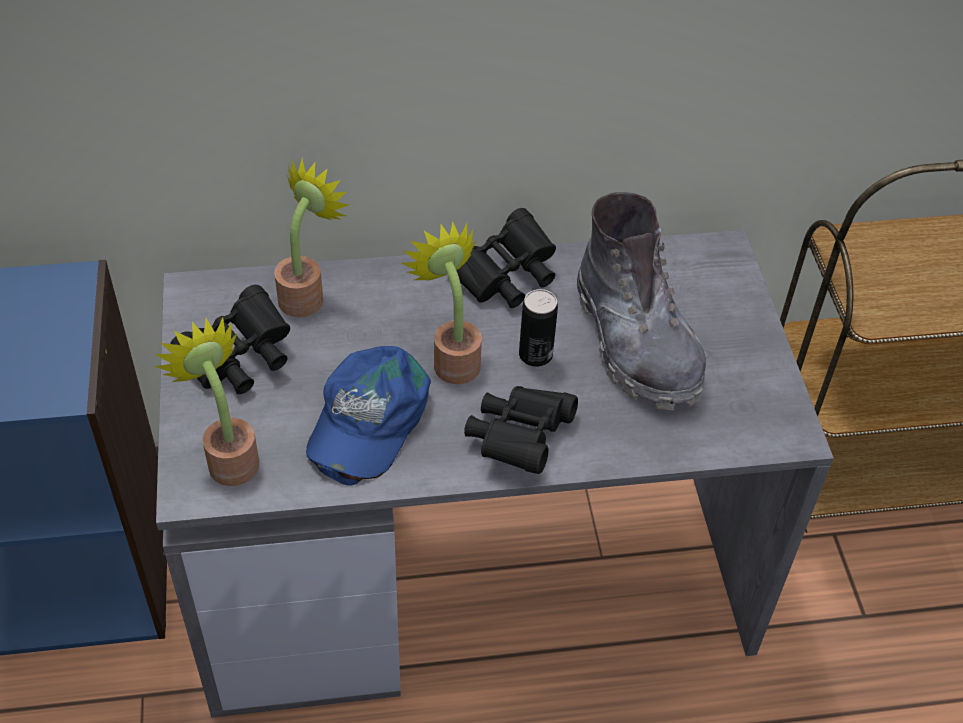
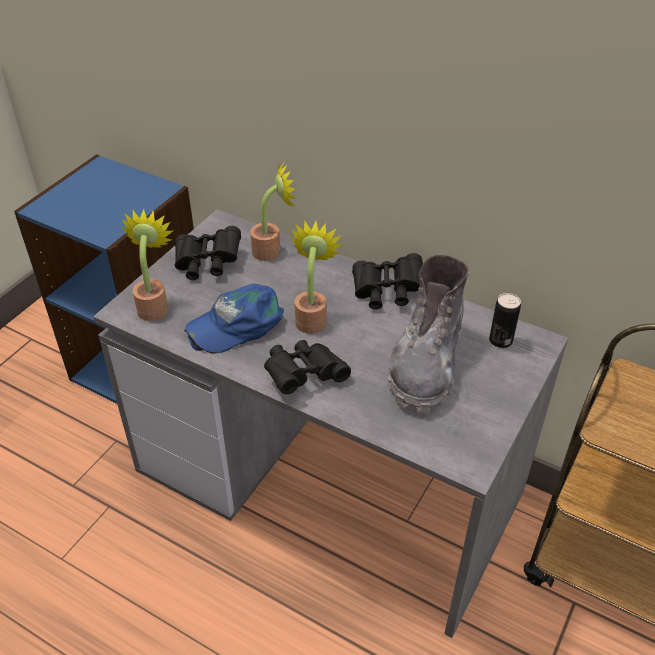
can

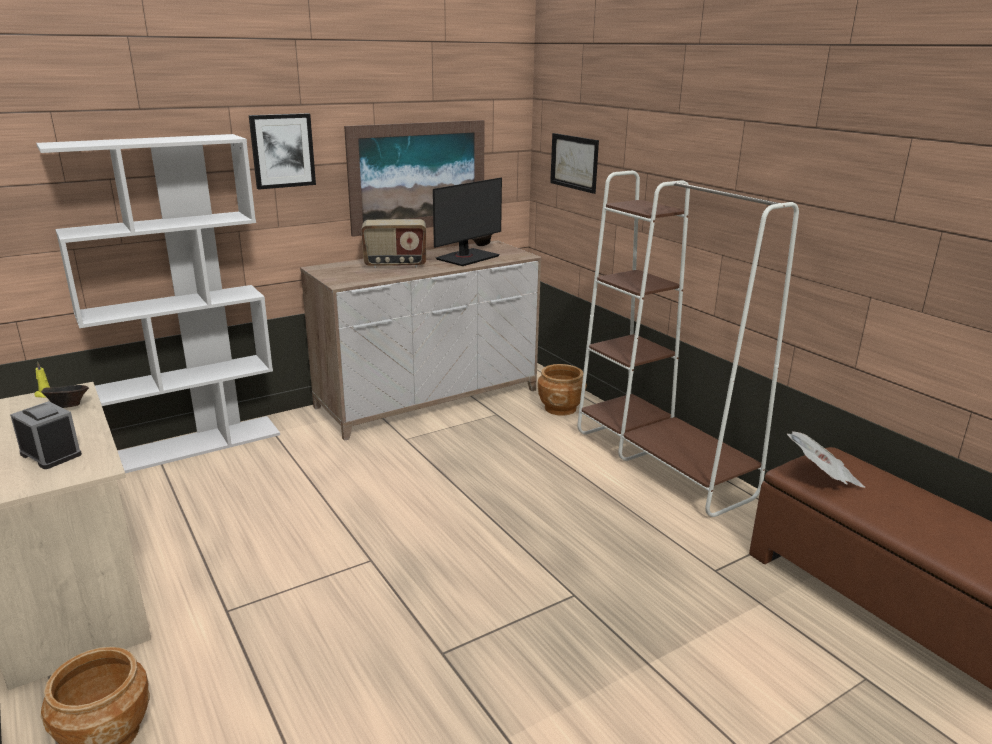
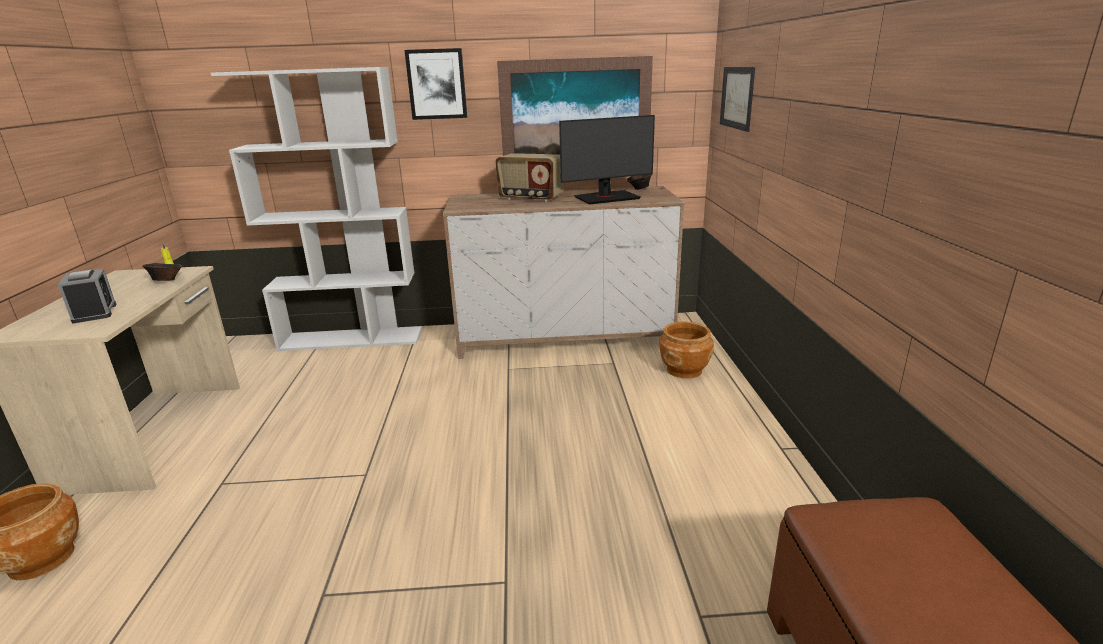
brown clothes rack; newspaper

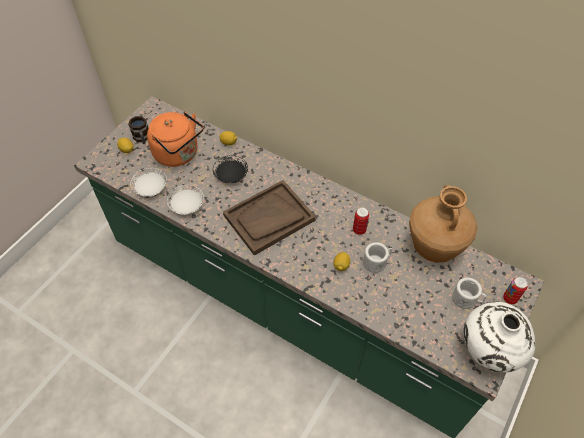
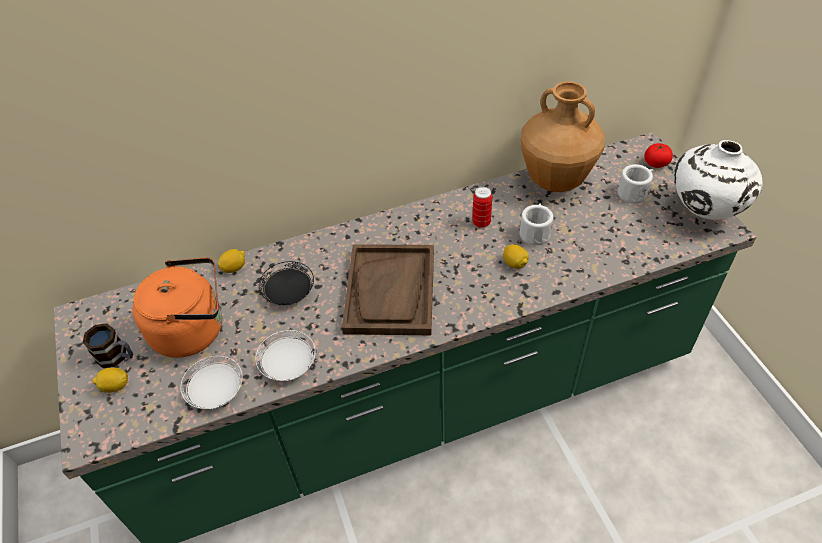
tomato

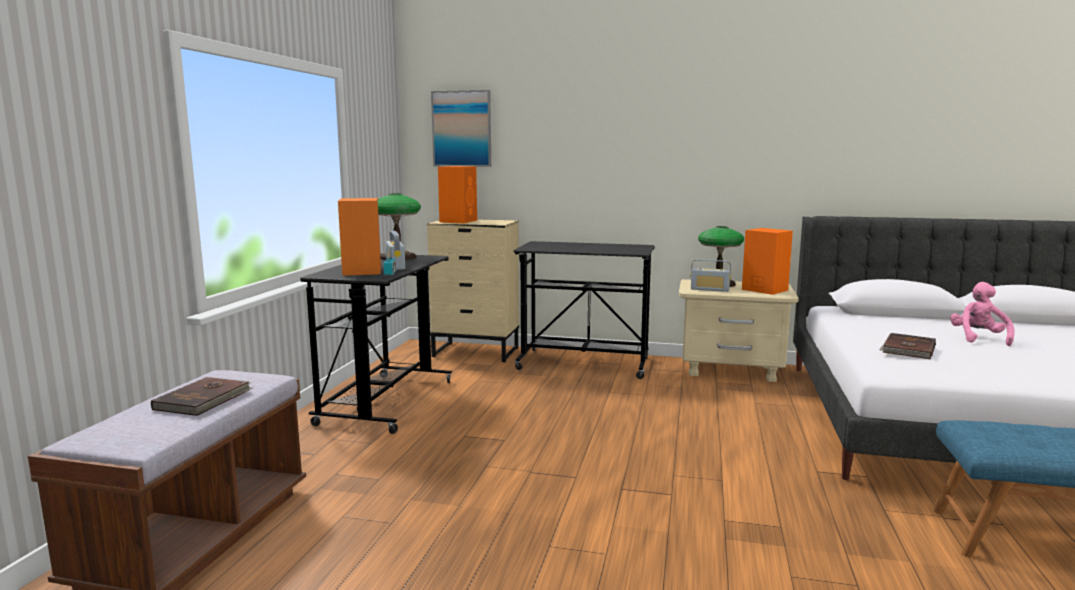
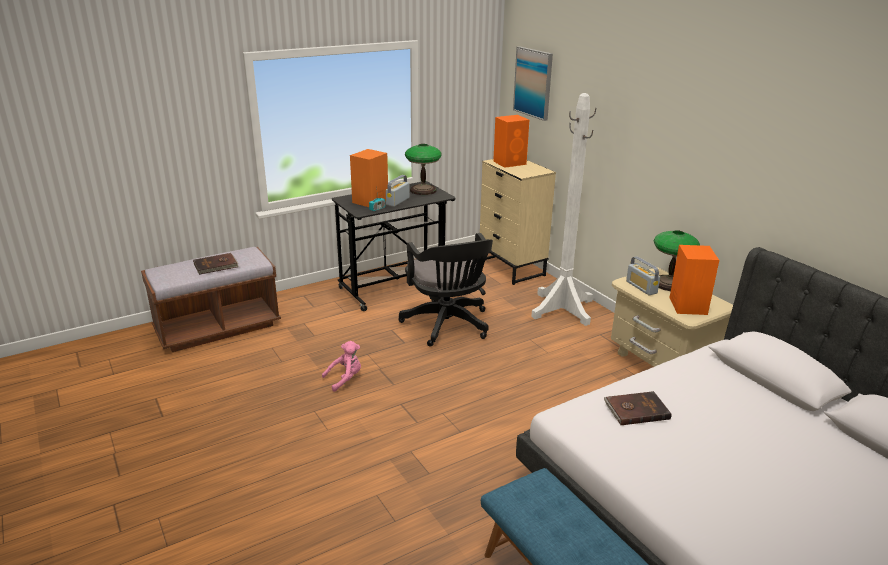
white clothes rack; pink plush toy; black office chair

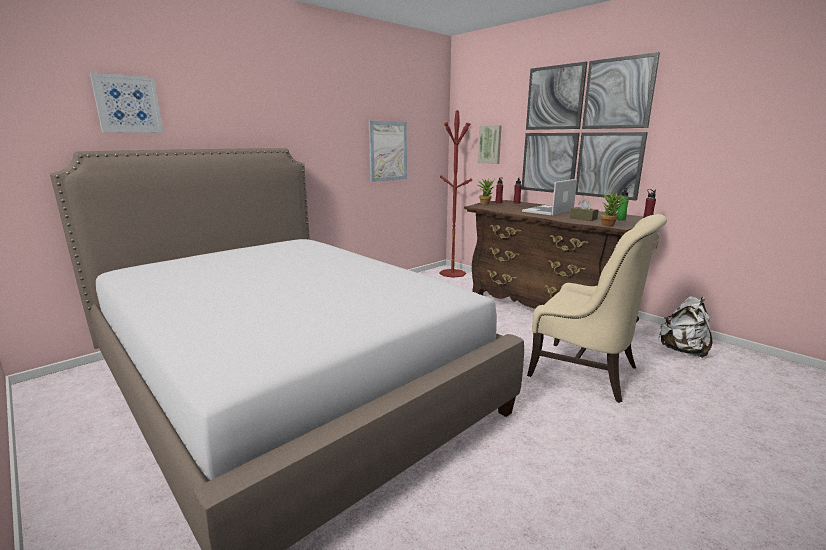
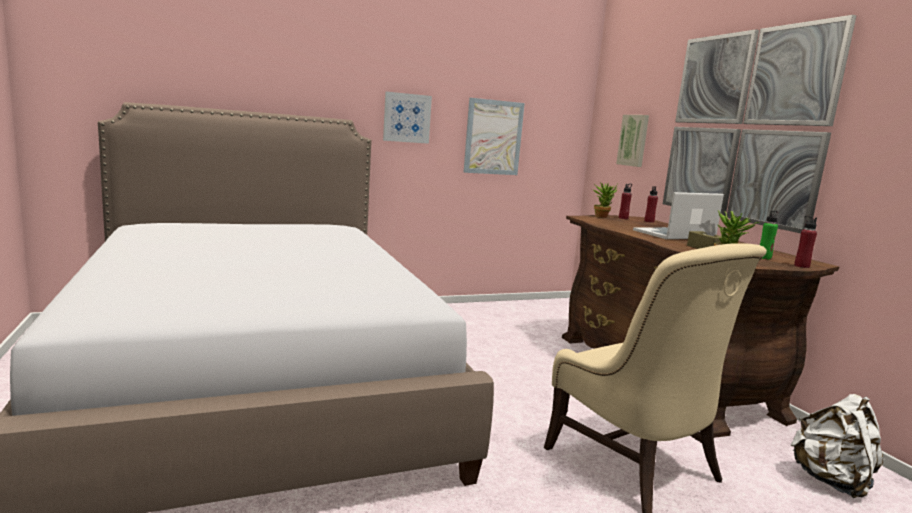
picture (no. 1 from left); red clothes rack

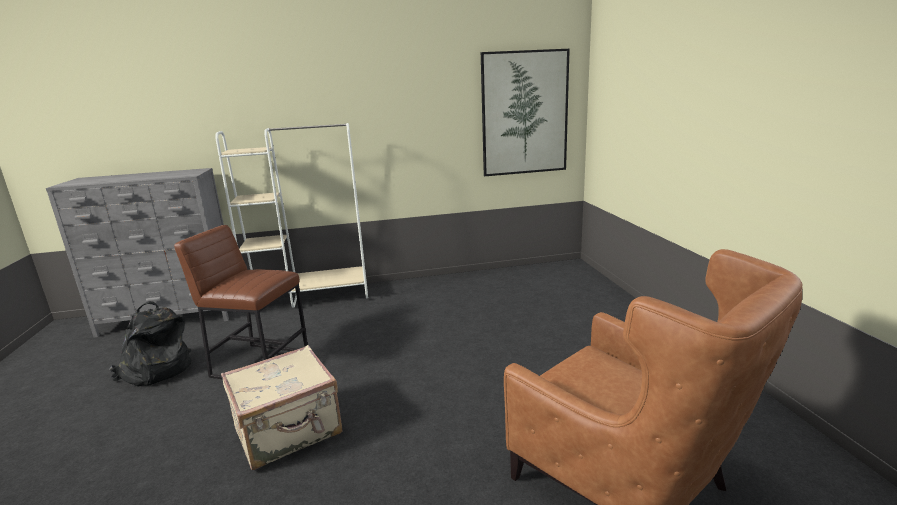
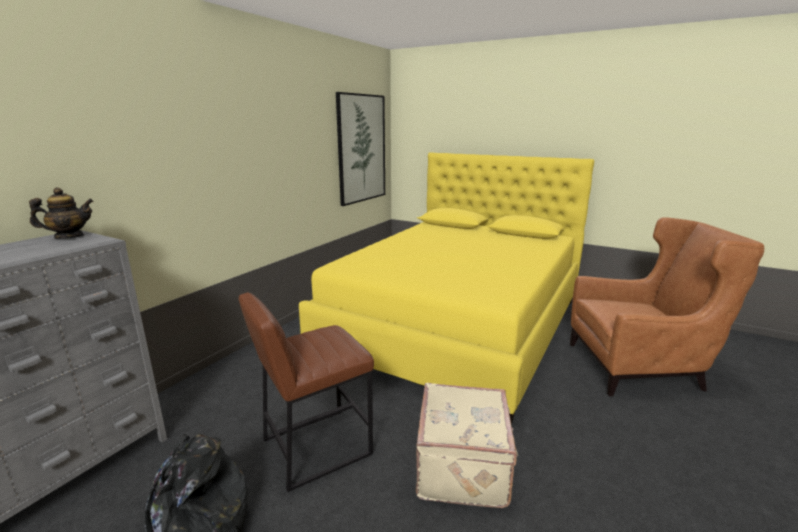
beige clothes rack; yellow bed; teapot

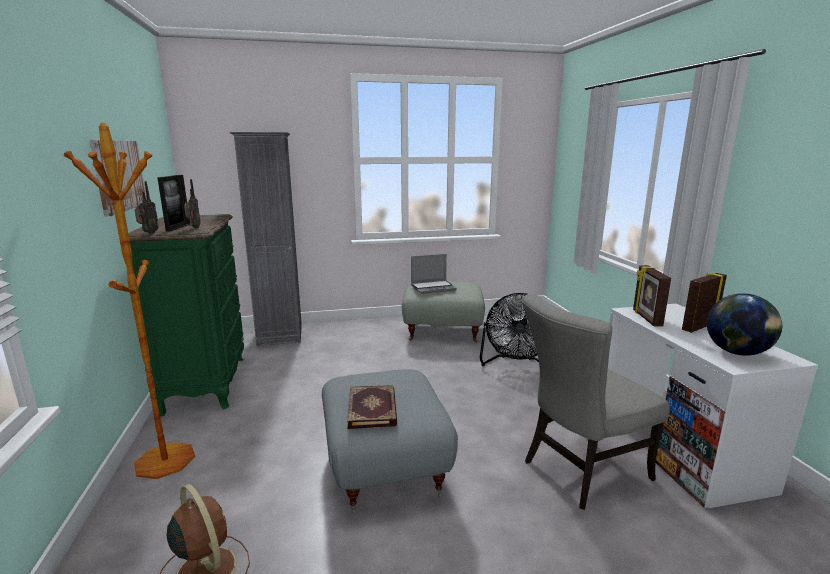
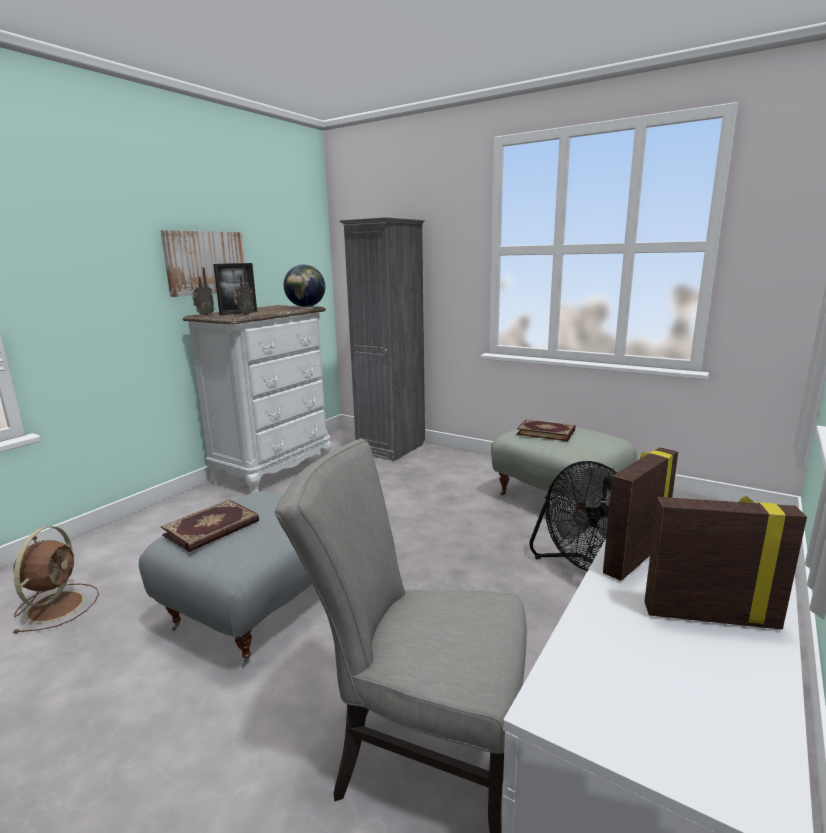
orange clothes rack; white dresser; book (no. 2 from left); globe

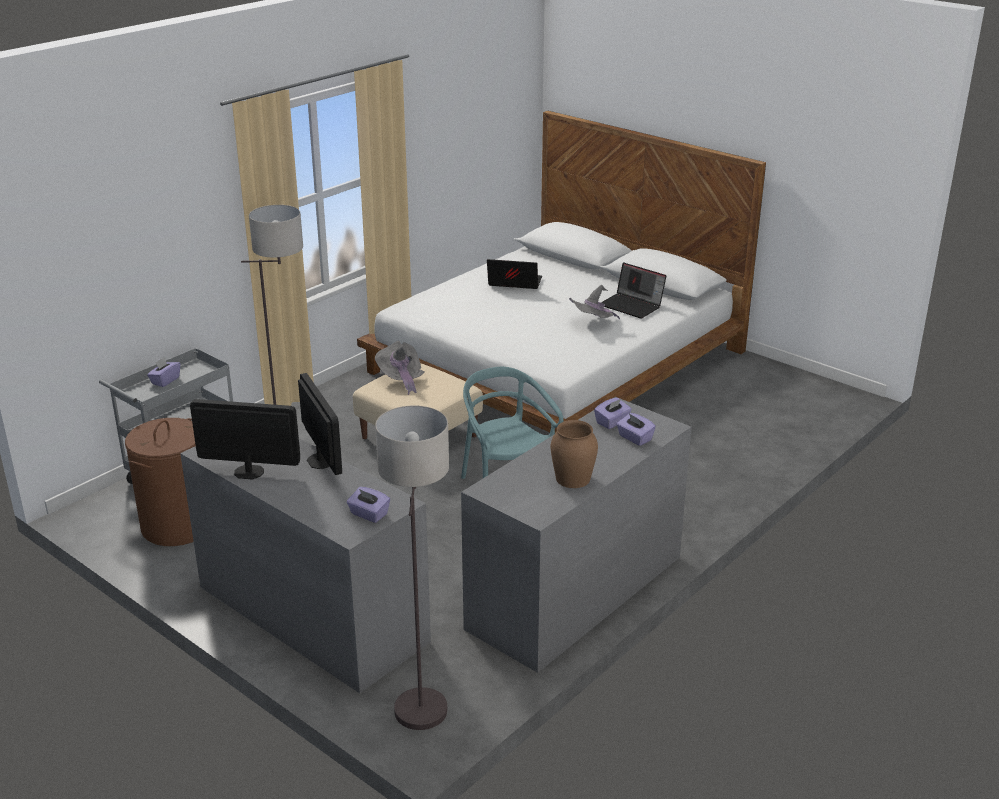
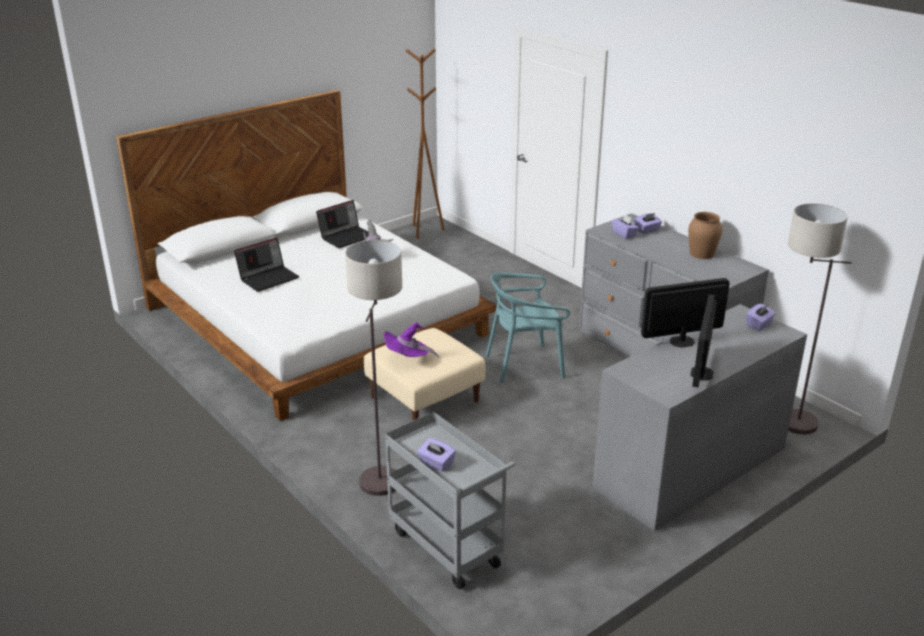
laptop (no. 1 from left); purple hat; brown laundry basket; brown clothes rack

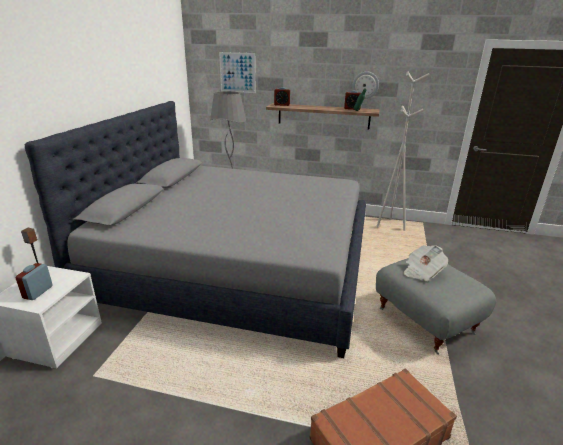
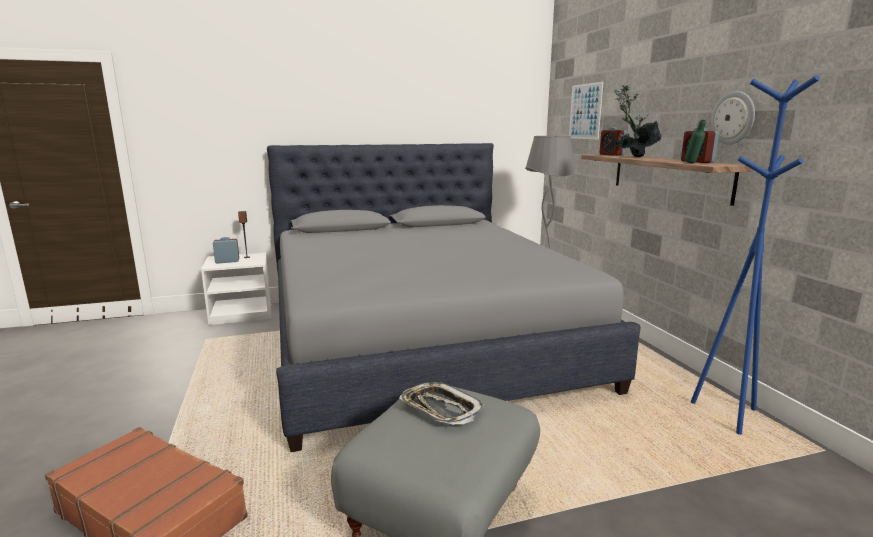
blue clothes rack; tray; potted plant

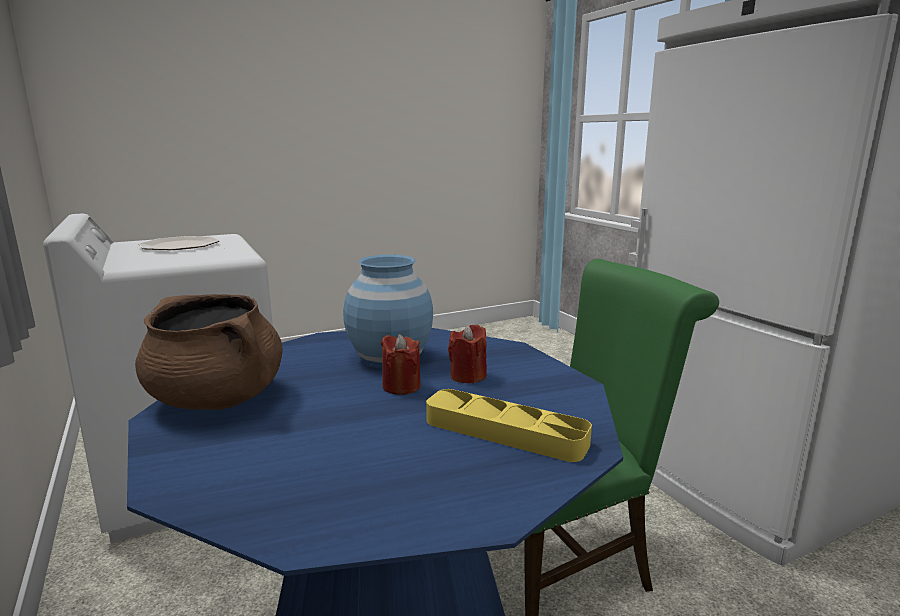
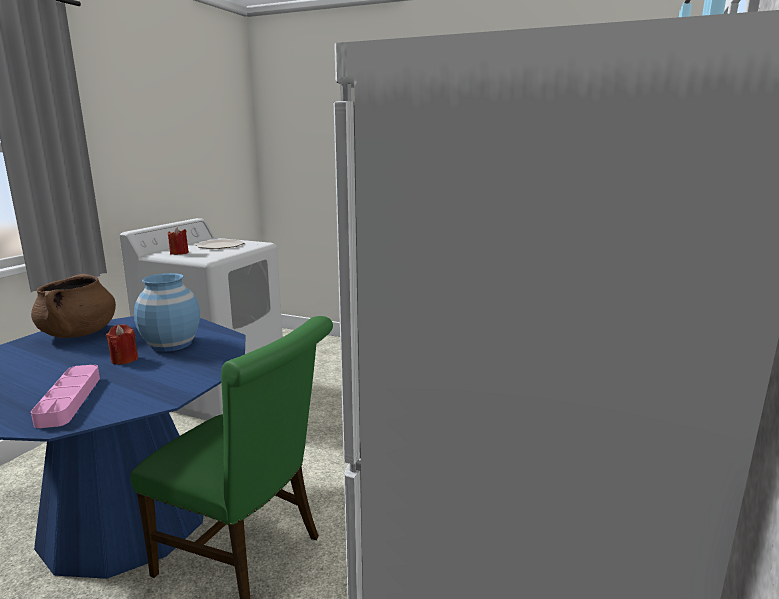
red candle (no. 2 from left); pink tray

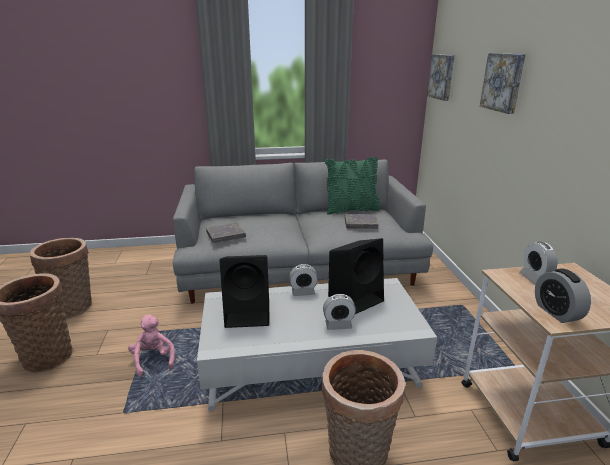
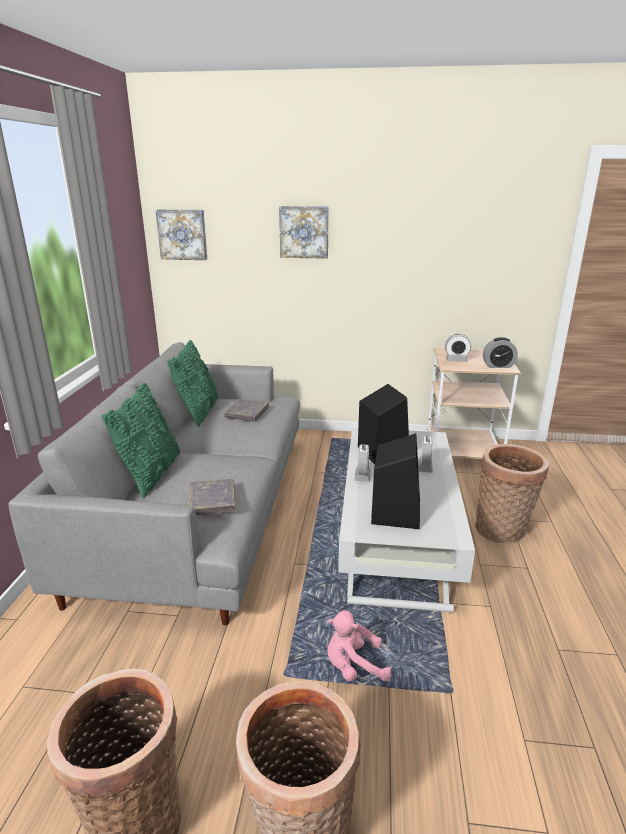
green pillow (no. 1 from left)

